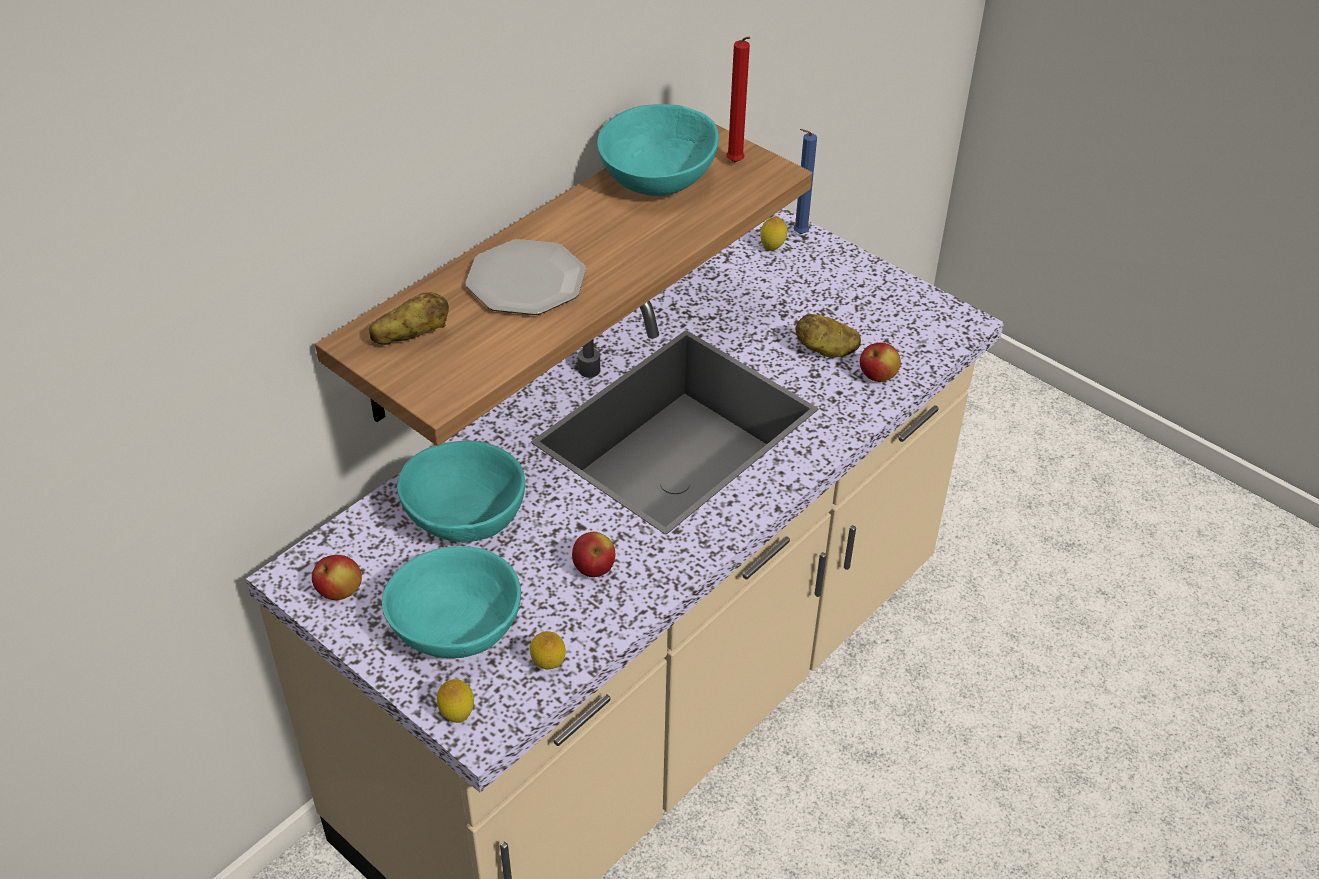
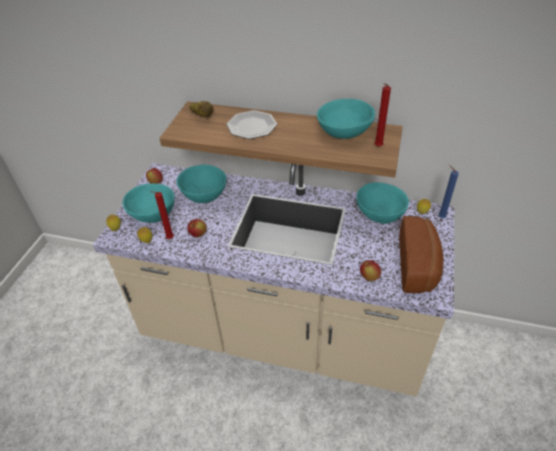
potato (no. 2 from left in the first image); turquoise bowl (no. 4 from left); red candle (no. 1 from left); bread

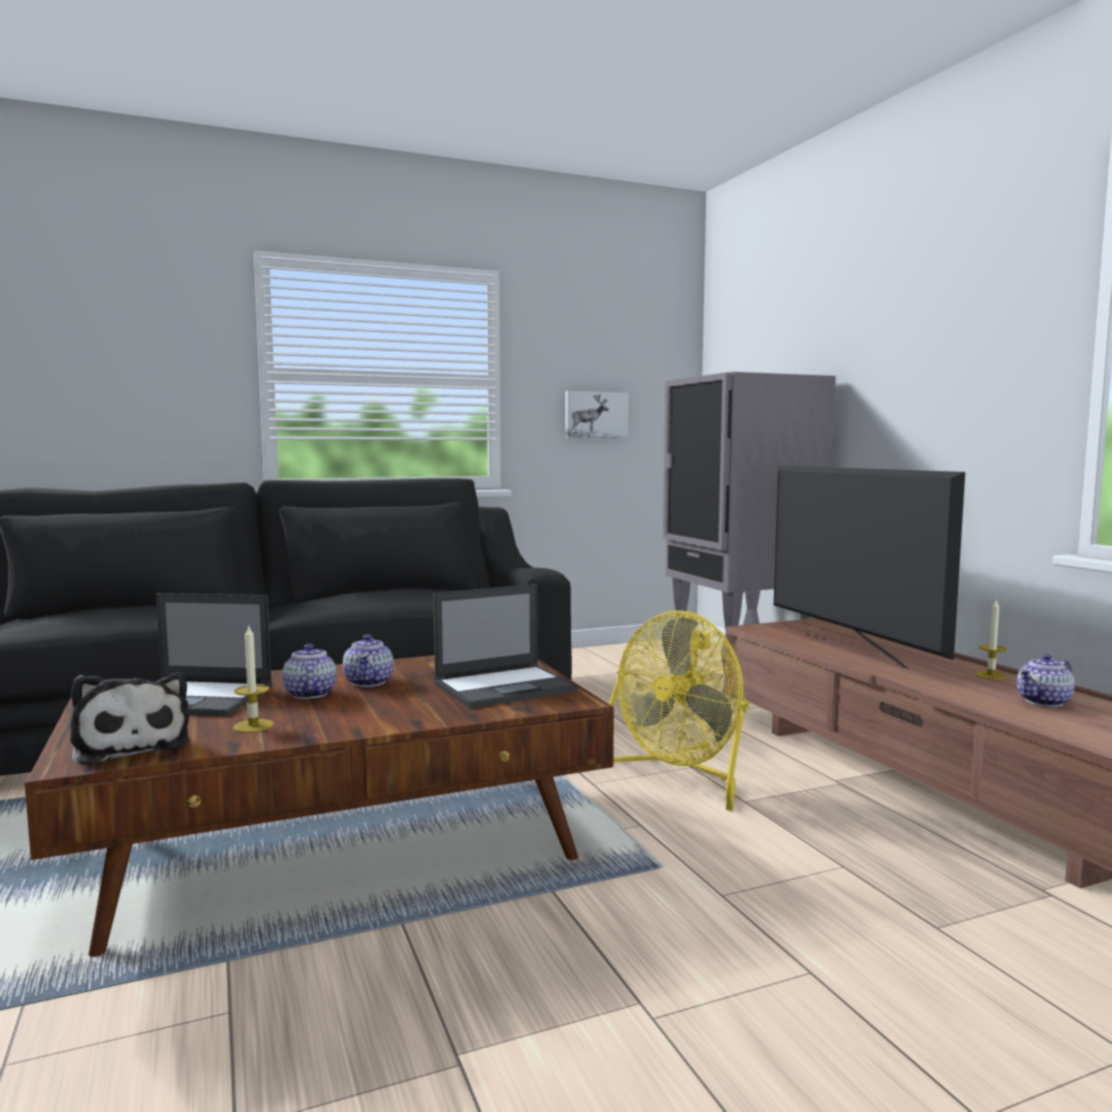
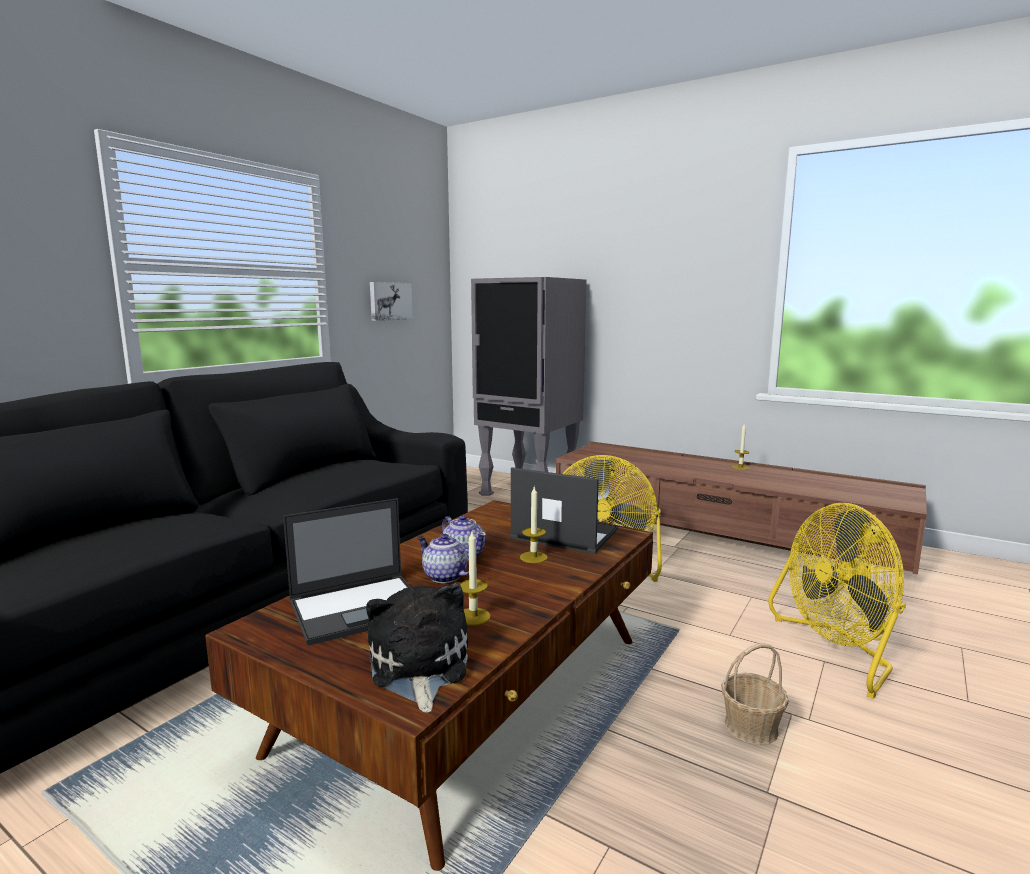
television; laptop (no. 2 from left); teapot (no. 3 from left in the first image); plush toy; candle (no. 2 from left); yellow fan (no. 2 from left); basket

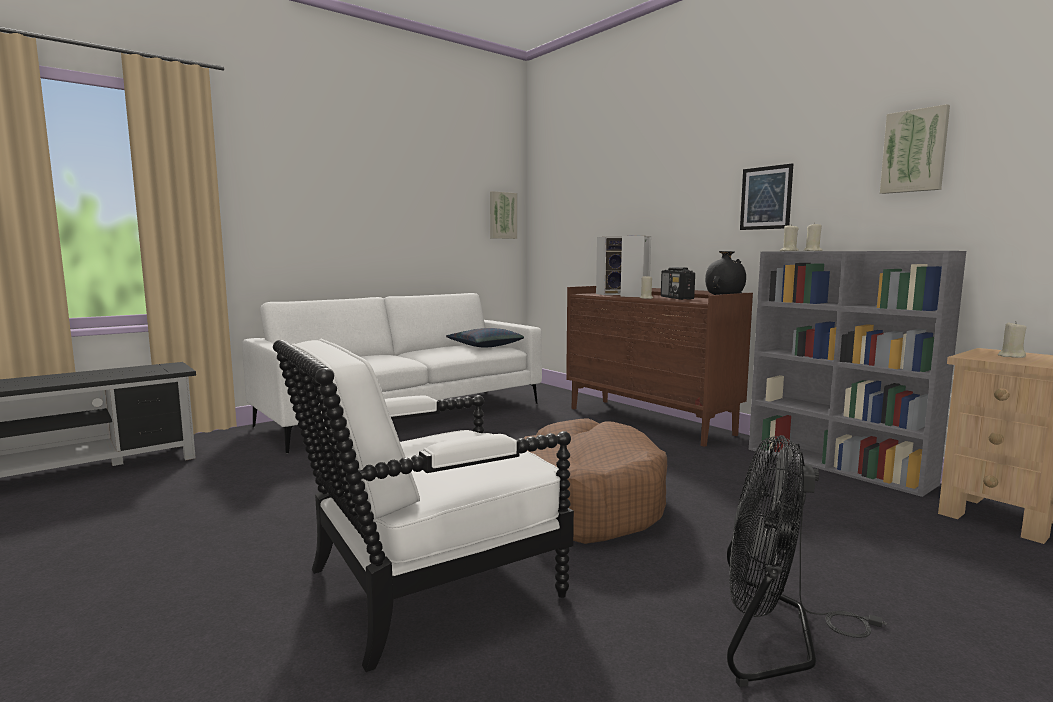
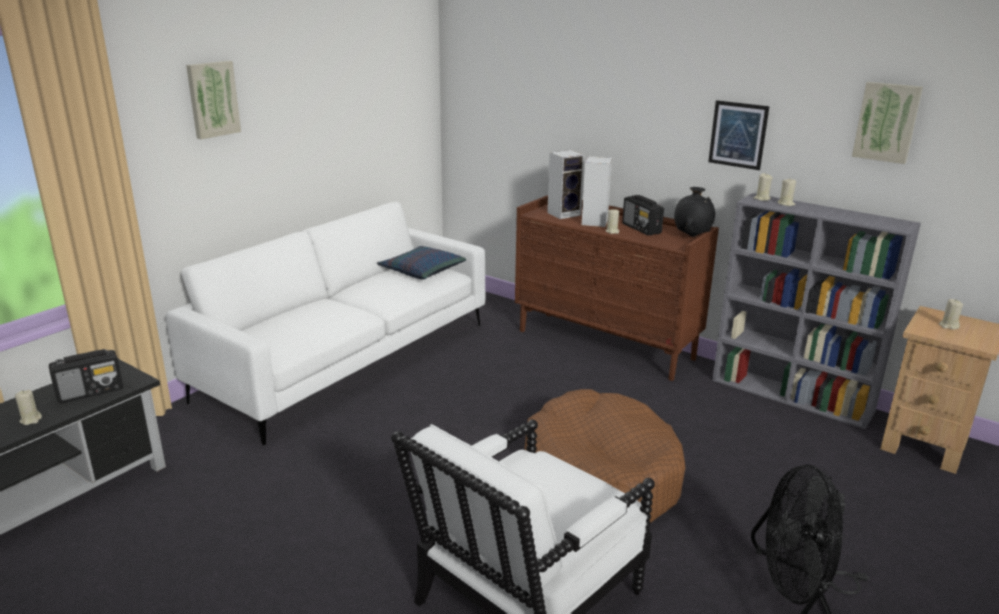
picture (no. 1 from left); radio (no. 1 from left); beige candle (no. 1 from left)

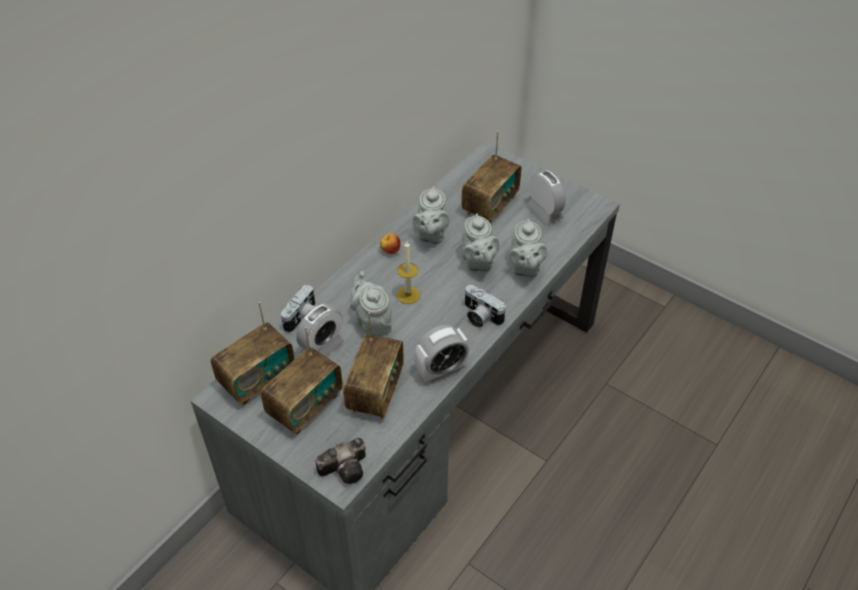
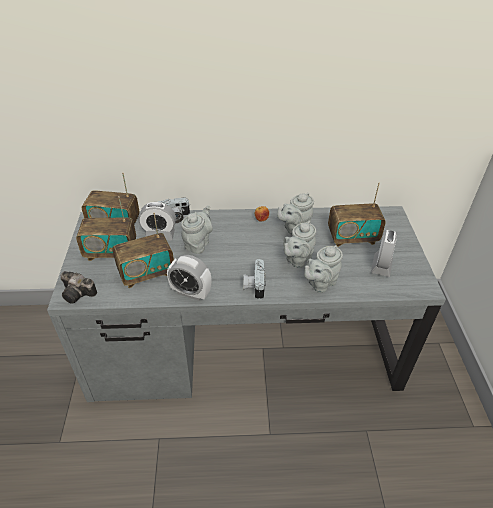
candle

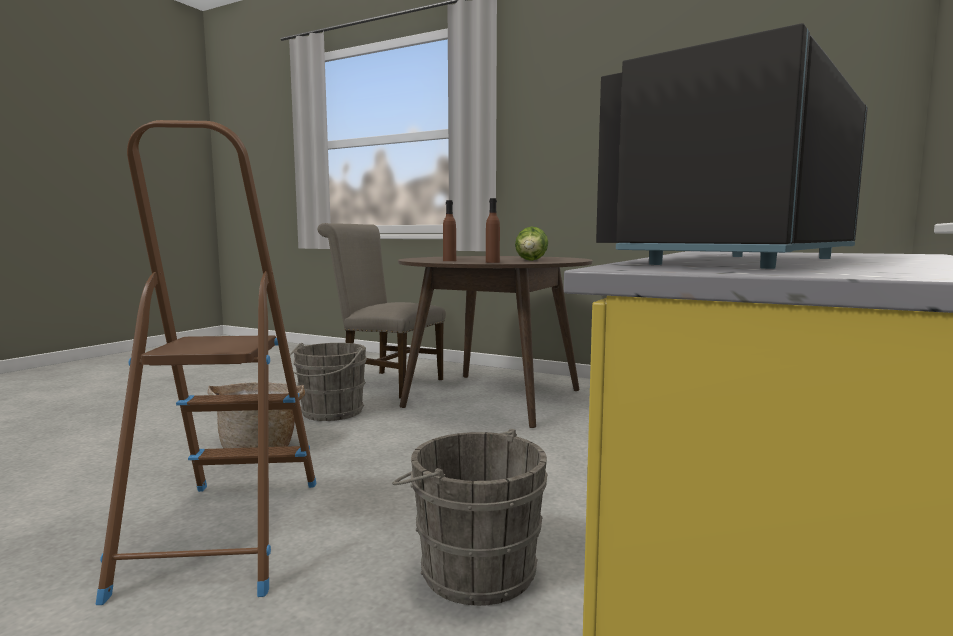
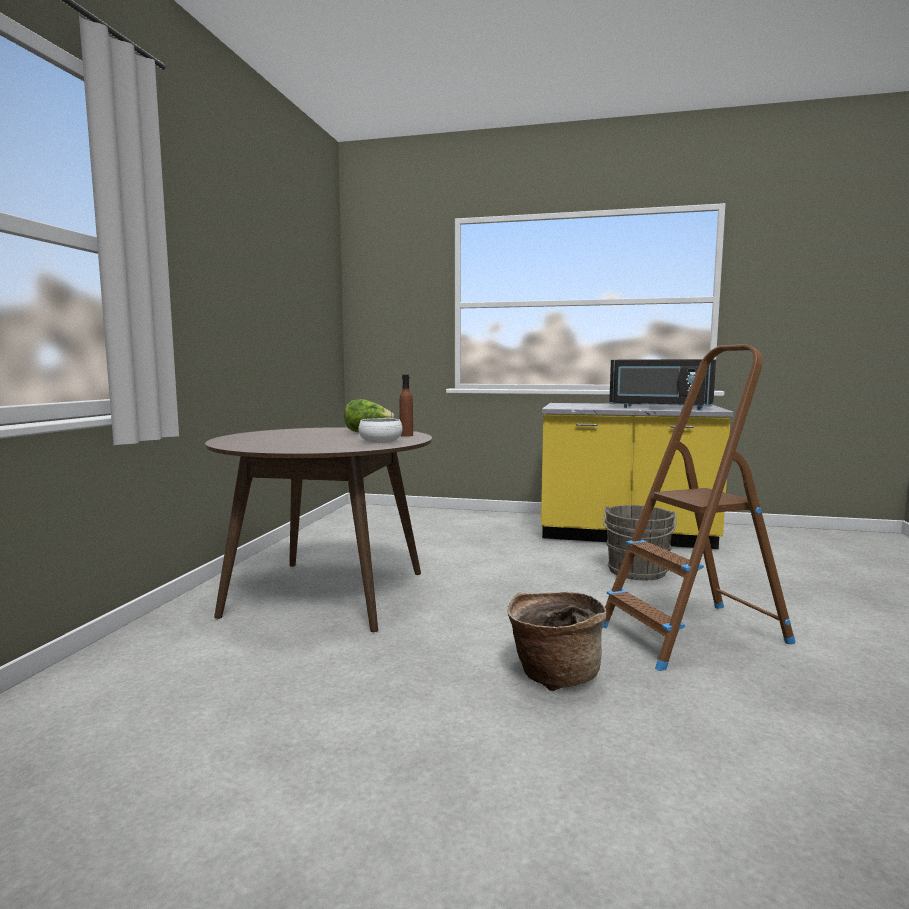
white bowl; beige chair; grey bucket (no. 1 from left in the first image)

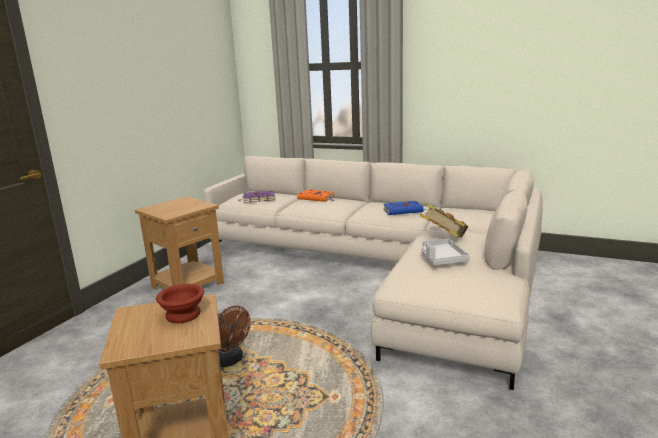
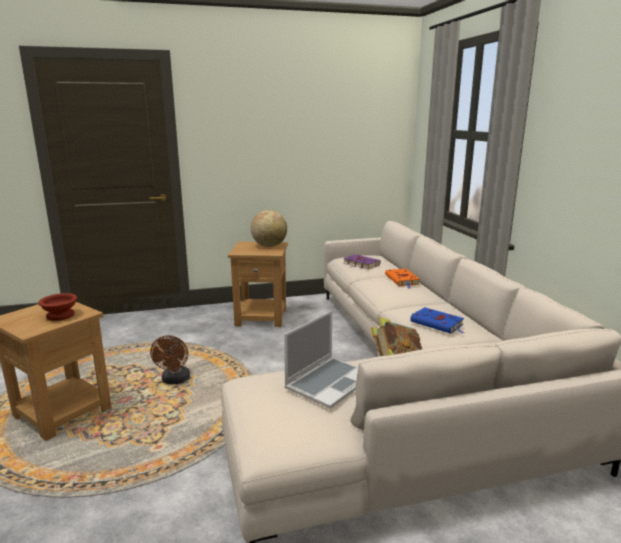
laptop; globe

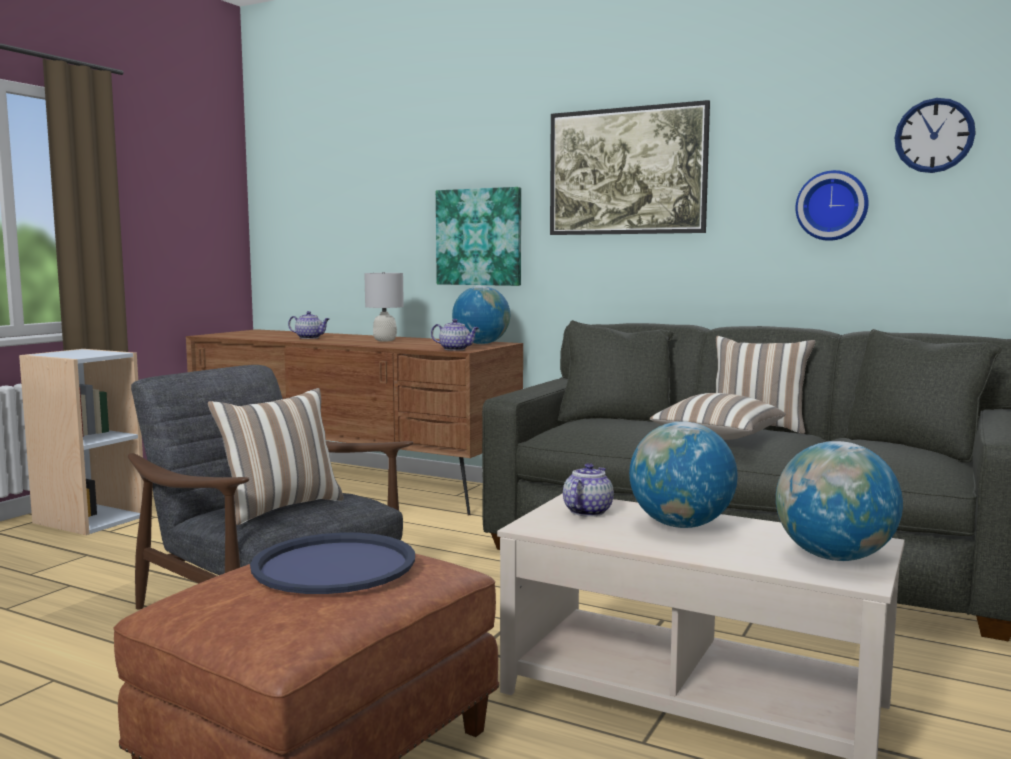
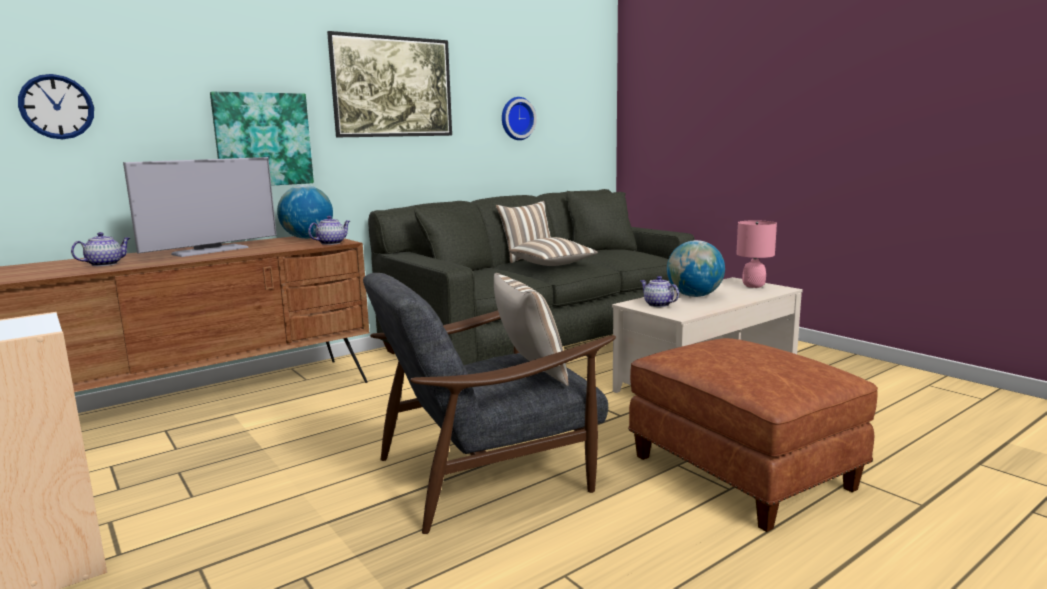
wall clock (no. 1 from left); television; pink table lamp; blue tray

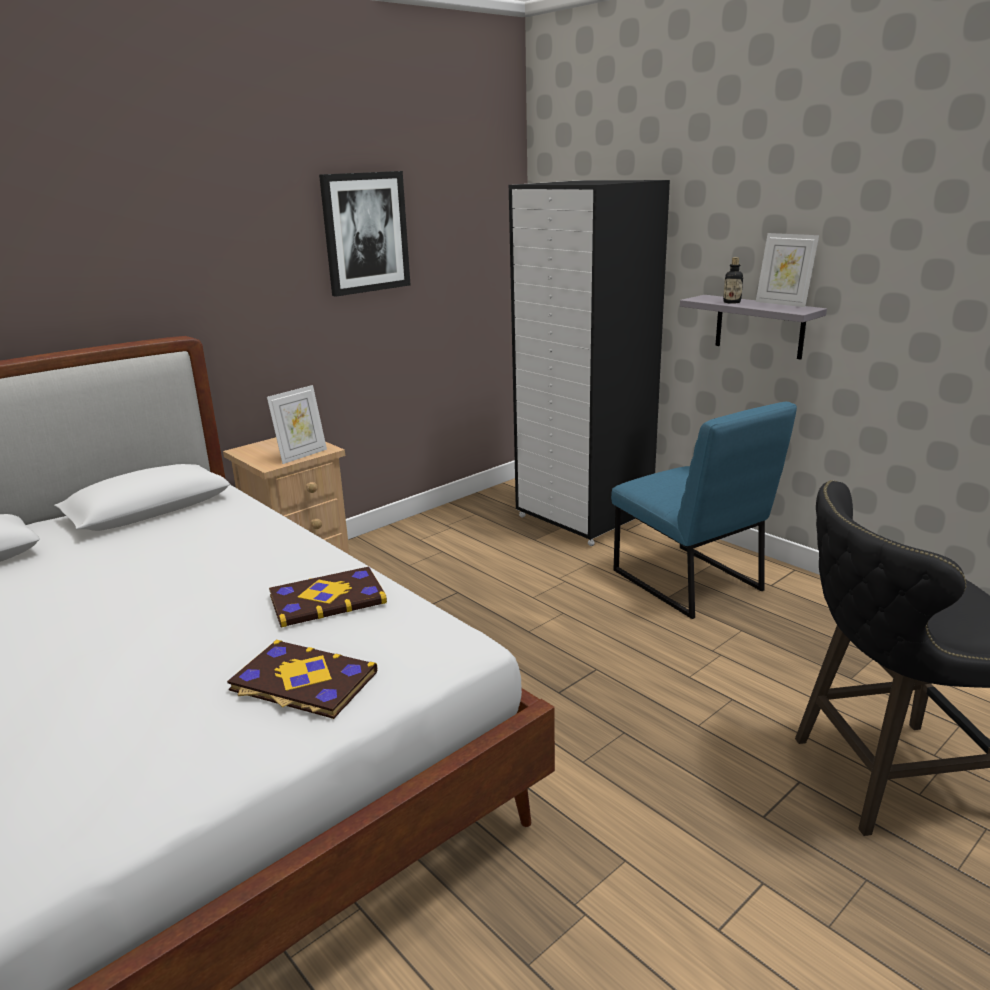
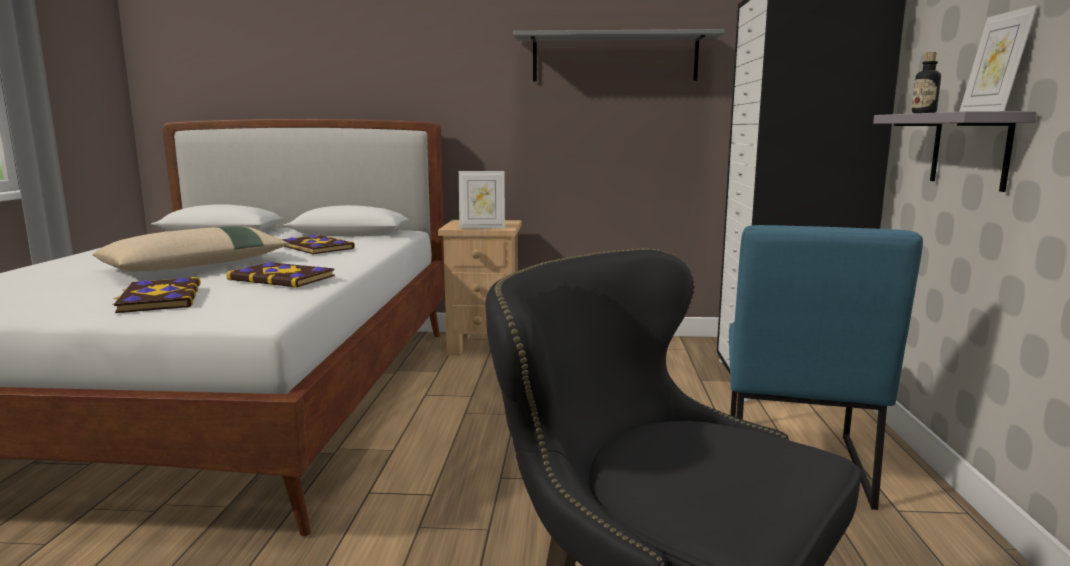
grey shelf (no. 1 from left); beige pillow; book (no. 3 from left)

